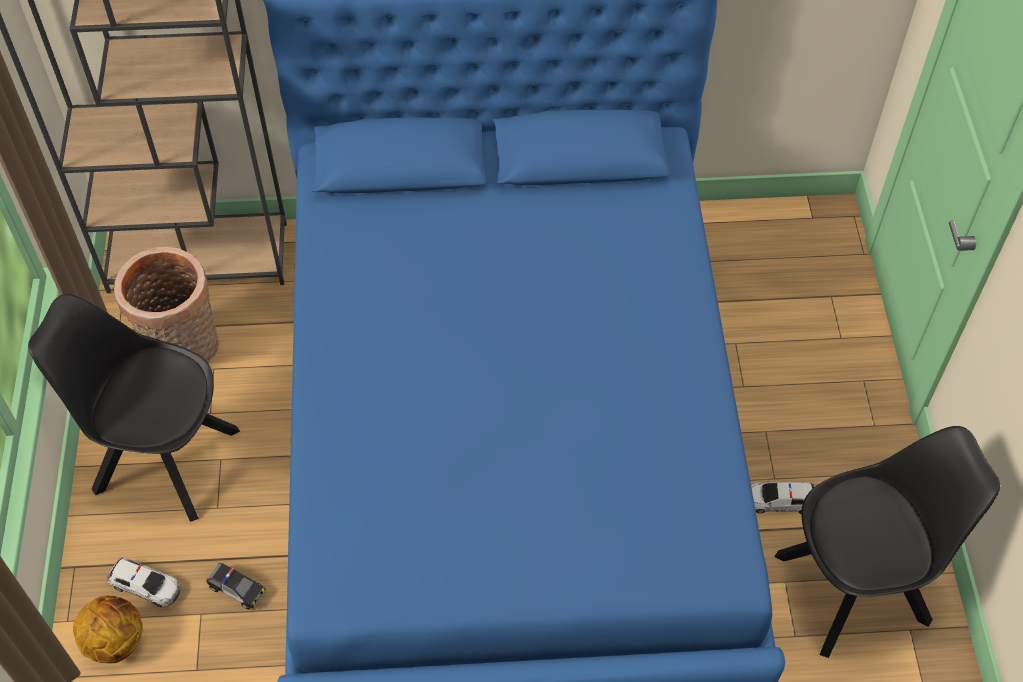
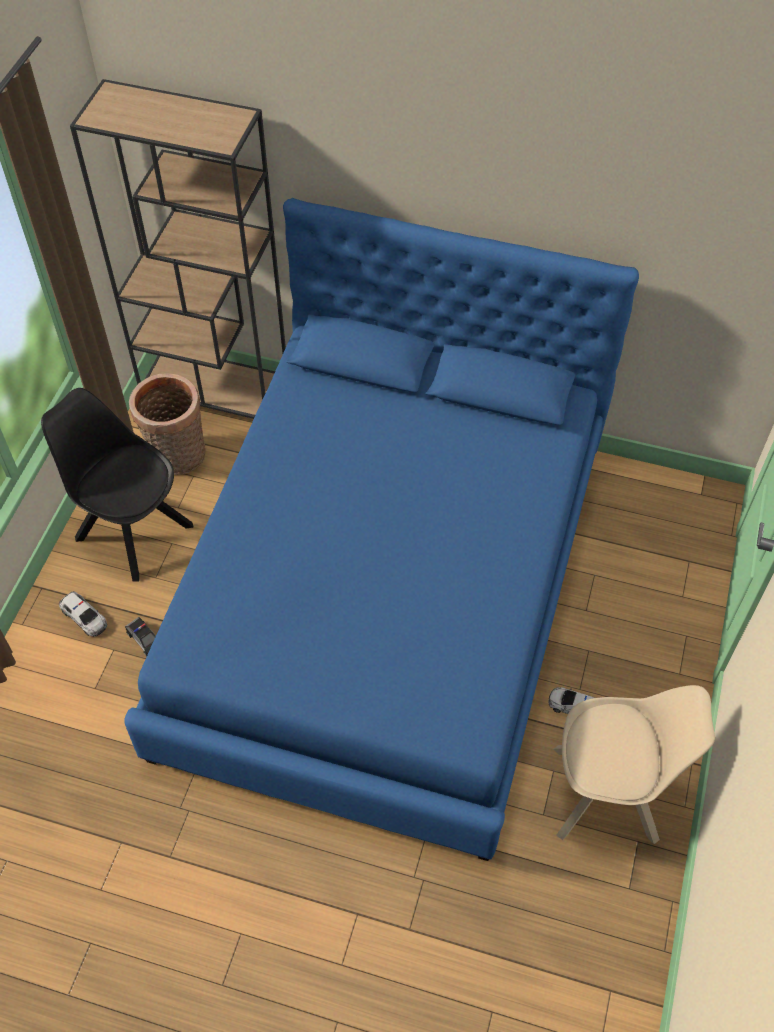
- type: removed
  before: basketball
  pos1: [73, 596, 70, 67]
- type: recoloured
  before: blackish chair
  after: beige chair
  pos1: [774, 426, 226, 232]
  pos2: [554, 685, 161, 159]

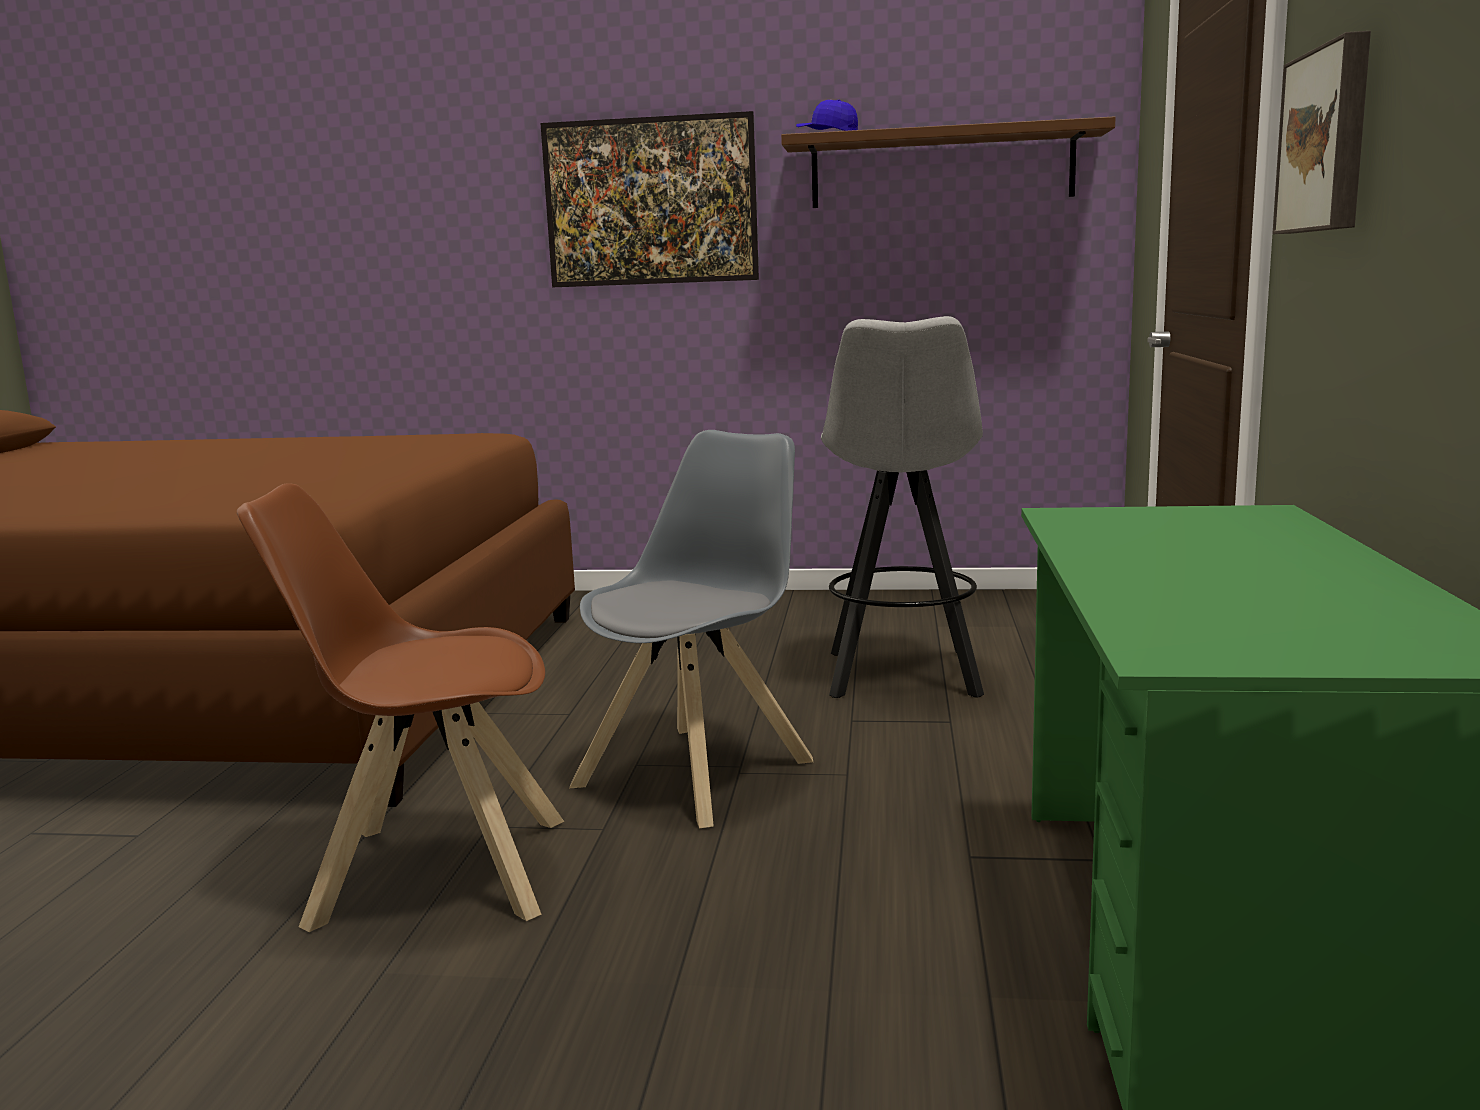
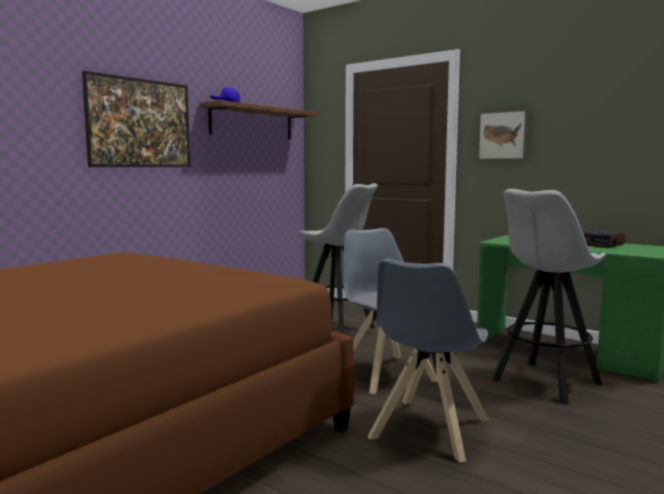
- type: recoloured
  before: brown-coloured chair
  after: grey chair
  pos1: [237, 483, 327, 449]
  pos2: [368, 258, 121, 205]
- type: added
  after: grey sitting stool
  pos2: [492, 189, 114, 215]
- type: added
  after: bedside clock
  pos2: [582, 230, 43, 18]

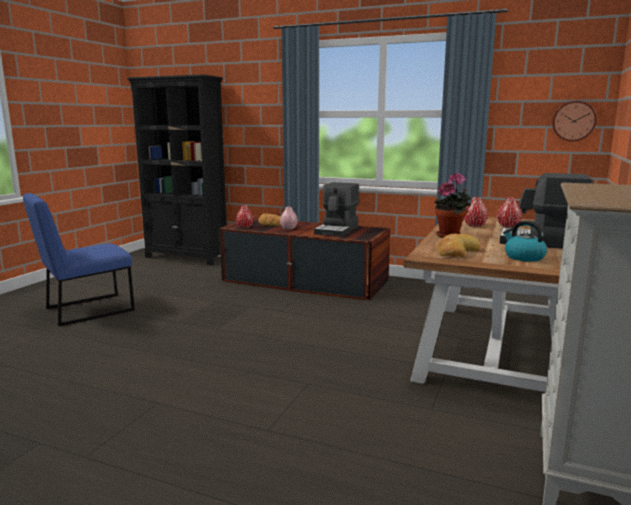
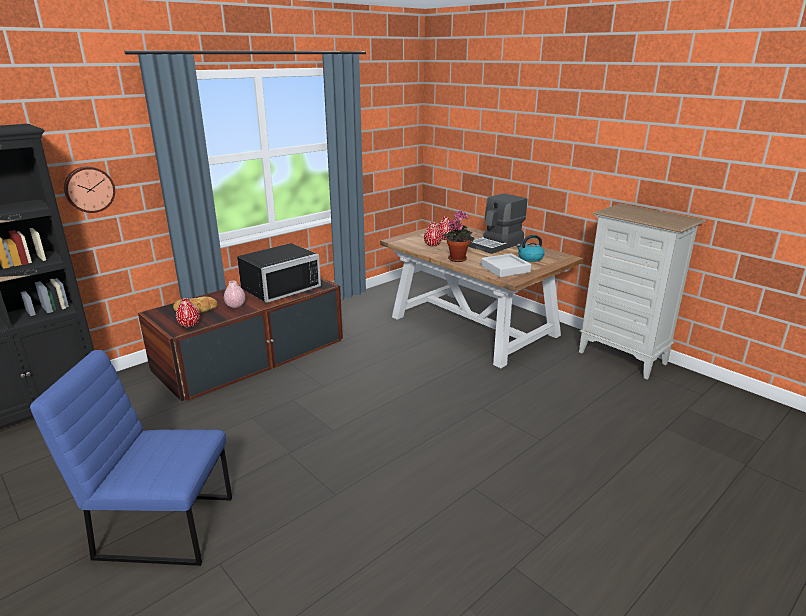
- type: turned
  before: blue chair
  pos1: [23, 193, 112, 133]
  pos2: [30, 350, 202, 216]
  turn: 105
- type: replaced
  before: coffee brewer
  after: blackish microwave oven
  pos1: [314, 182, 45, 55]
  pos2: [237, 243, 84, 60]
- type: replaced
  before: bread
  after: grey tray
  pos1: [437, 233, 43, 24]
  pos2: [481, 253, 50, 24]
- type: moved
  before: hanging clock
  pos1: [552, 101, 45, 41]
  pos2: [64, 166, 51, 47]

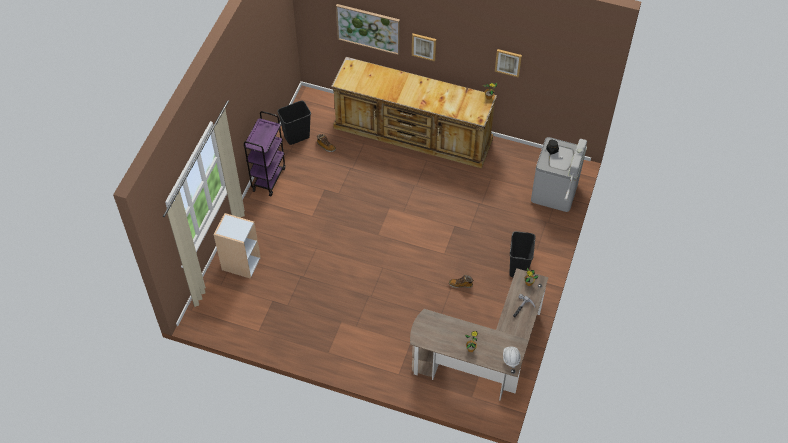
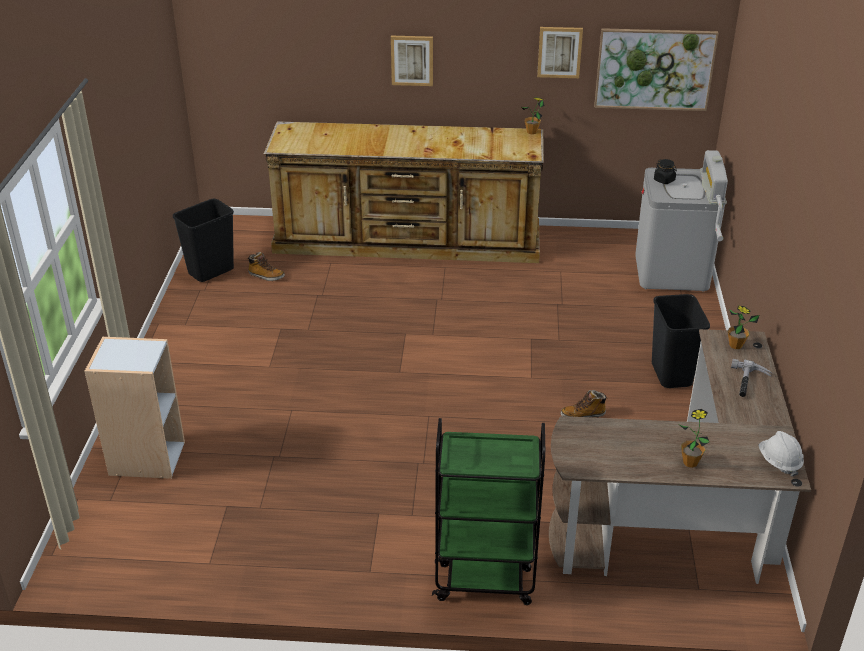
- type: removed
  before: purple wheeled cart
  pos1: [244, 111, 41, 86]
- type: moved
  before: wall art
  pos1: [336, 4, 64, 51]
  pos2: [594, 28, 125, 83]
- type: added
  after: green-coloured wheeled cart
  pos2: [432, 418, 113, 187]

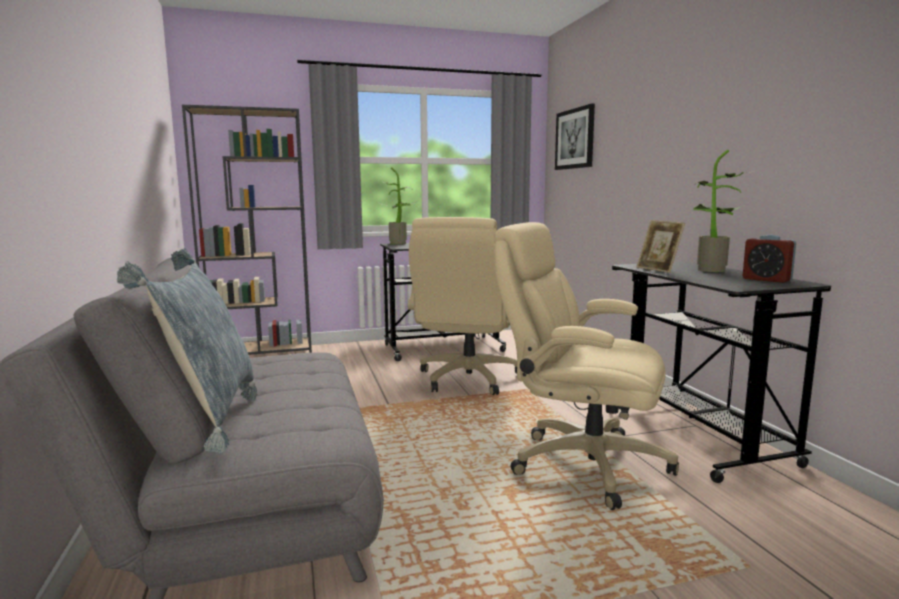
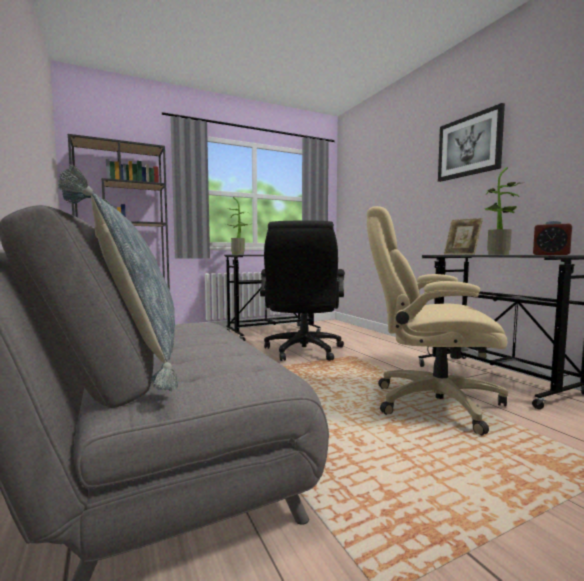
- type: recoloured
  before: beige desk chair
  after: blackish desk chair
  pos1: [408, 217, 109, 178]
  pos2: [260, 221, 85, 140]
- type: moved
  before: wall art
  pos1: [555, 104, 40, 66]
  pos2: [438, 103, 67, 79]

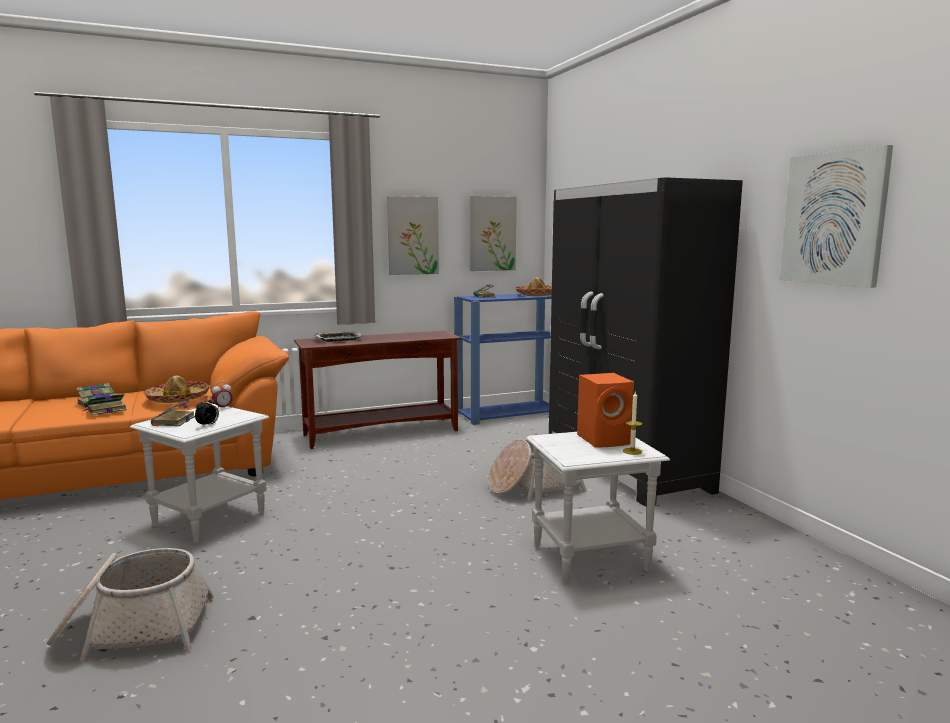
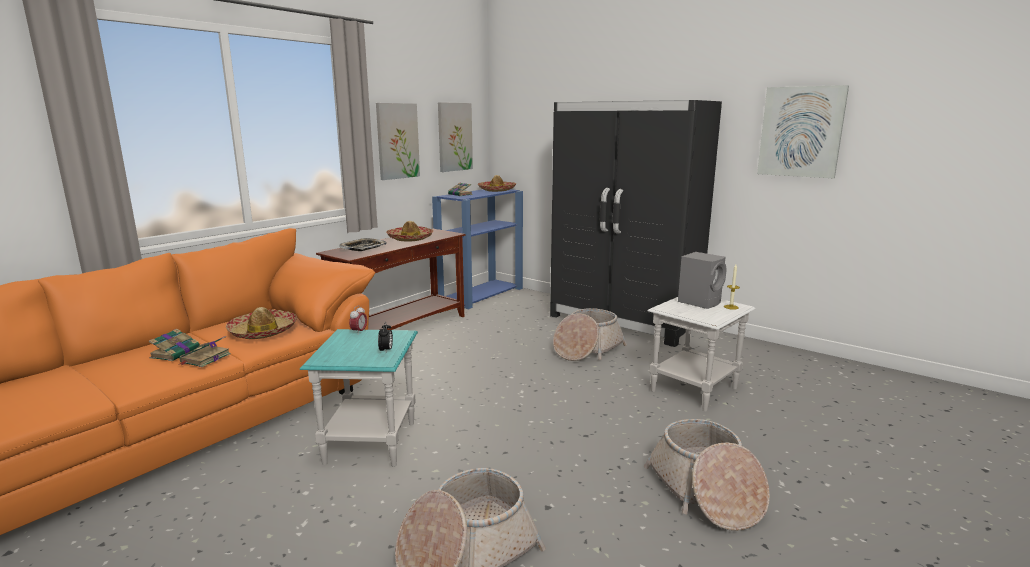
- type: recoloured
  before: white-coloured side table
  after: blue-green side table
  pos1: [130, 404, 139, 139]
  pos2: [300, 329, 118, 138]
- type: removed
  before: book
  pos1: [151, 399, 44, 27]
- type: recoloured
  before: orange speaker
  after: grey speaker
  pos1: [577, 373, 57, 75]
  pos2: [678, 252, 49, 57]
- type: added
  after: wearable hat
  pos2: [386, 221, 48, 20]
- type: added
  after: storage basket
  pos2: [644, 419, 126, 112]

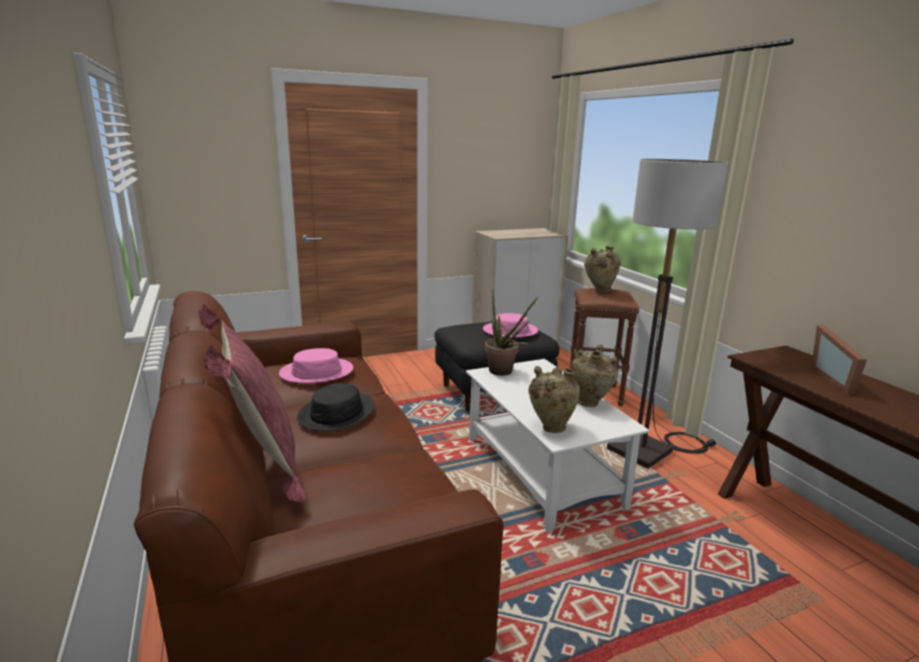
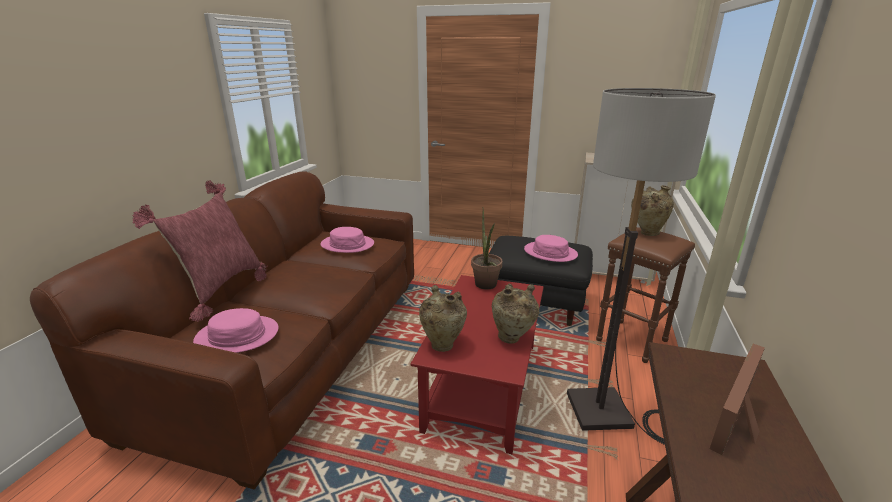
- type: removed
  before: blackish wearable hat
  pos1: [297, 383, 78, 49]
- type: recoloured
  before: white-coloured lounge table
  after: red lounge table
  pos1: [466, 359, 183, 173]
  pos2: [411, 275, 133, 179]
- type: added
  after: pink-coloured wearable hat
  pos2: [193, 308, 85, 45]

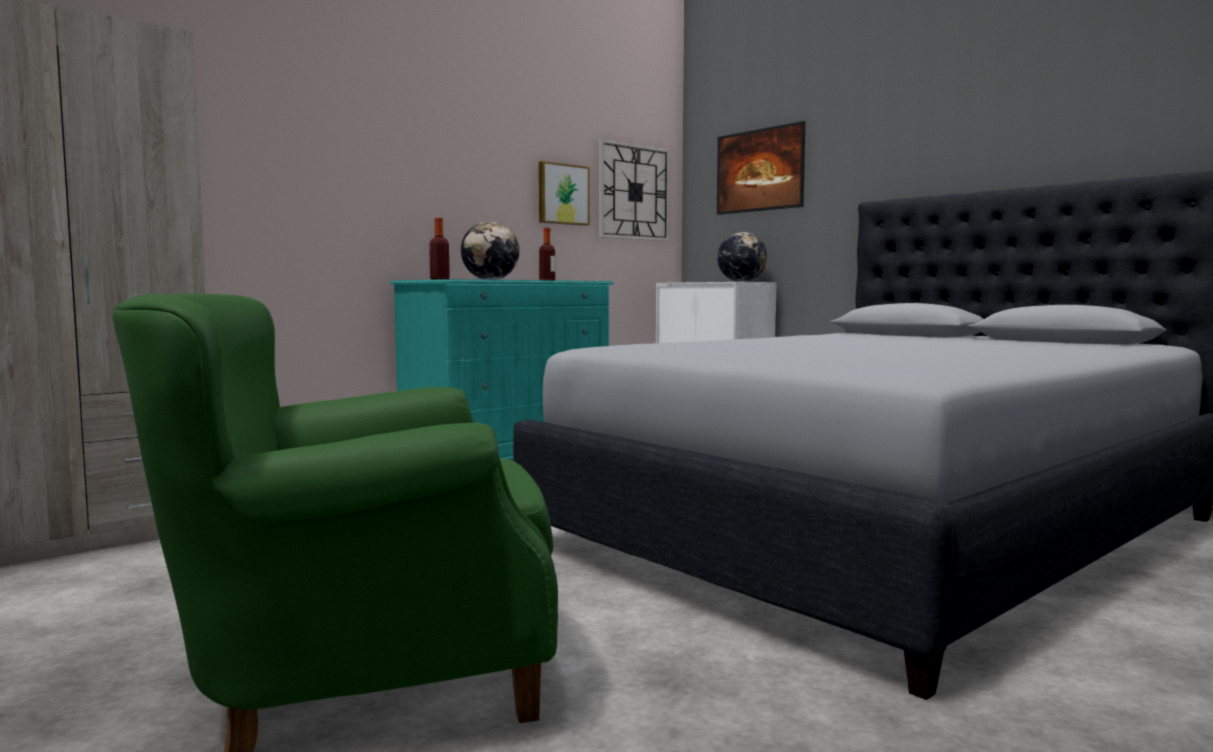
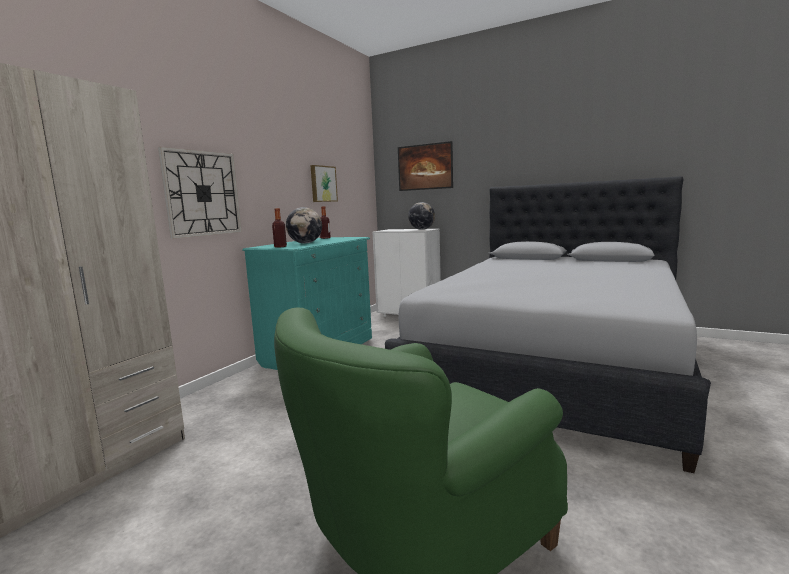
- type: moved
  before: hanging clock
  pos1: [599, 139, 71, 102]
  pos2: [158, 147, 84, 92]

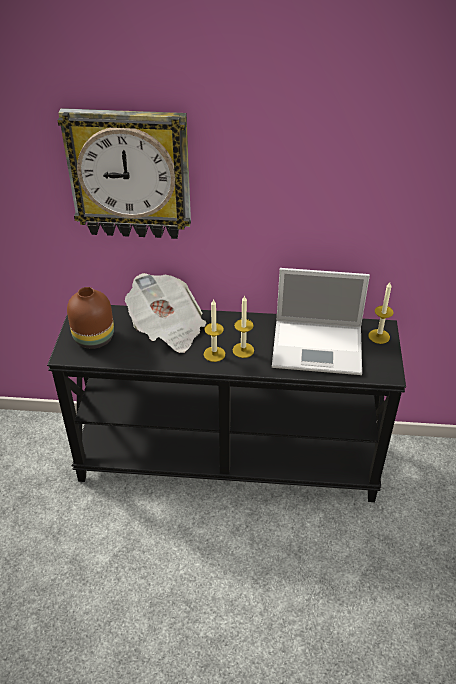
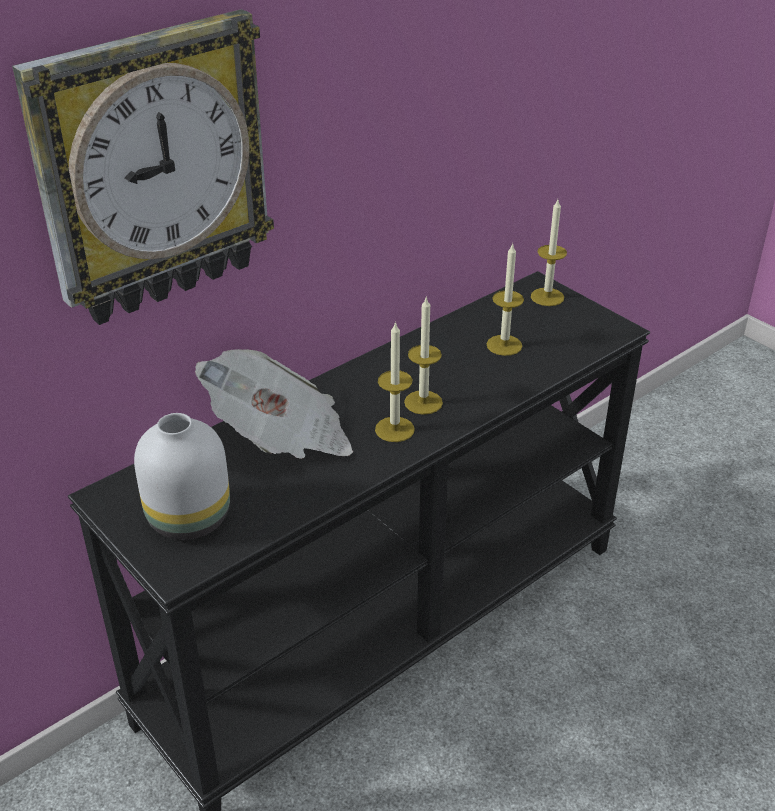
- type: recoloured
  before: brown-coloured decorative vase
  after: white-coloured decorative vase
  pos1: [67, 287, 47, 62]
  pos2: [134, 413, 96, 127]
- type: replaced
  before: portable computer
  after: candle
  pos1: [272, 268, 98, 107]
  pos2: [487, 243, 37, 113]

